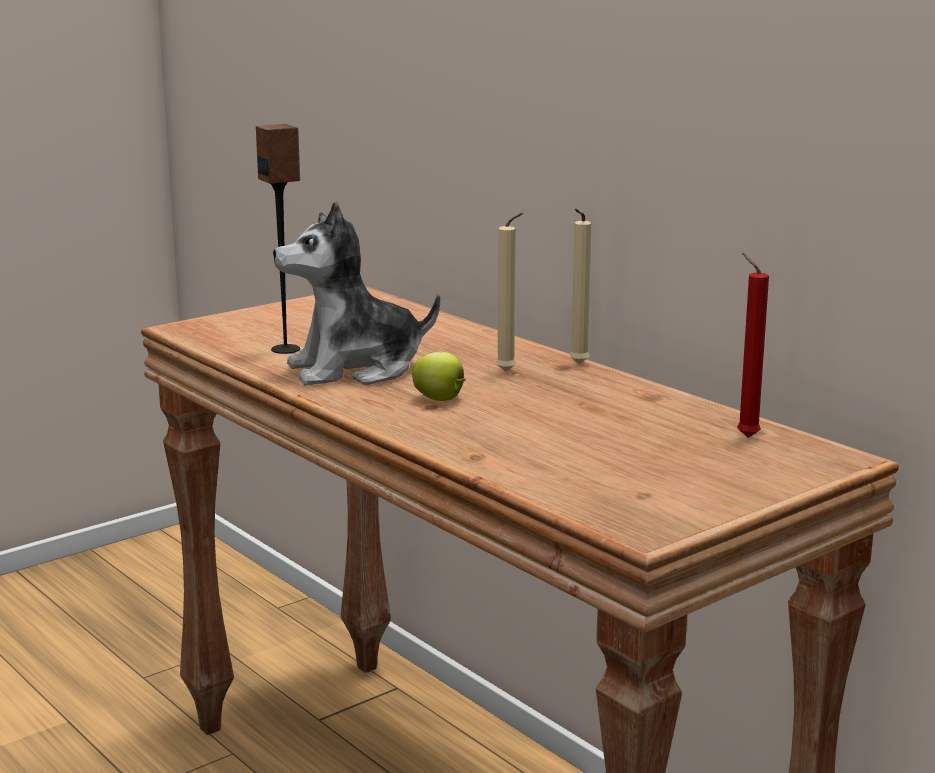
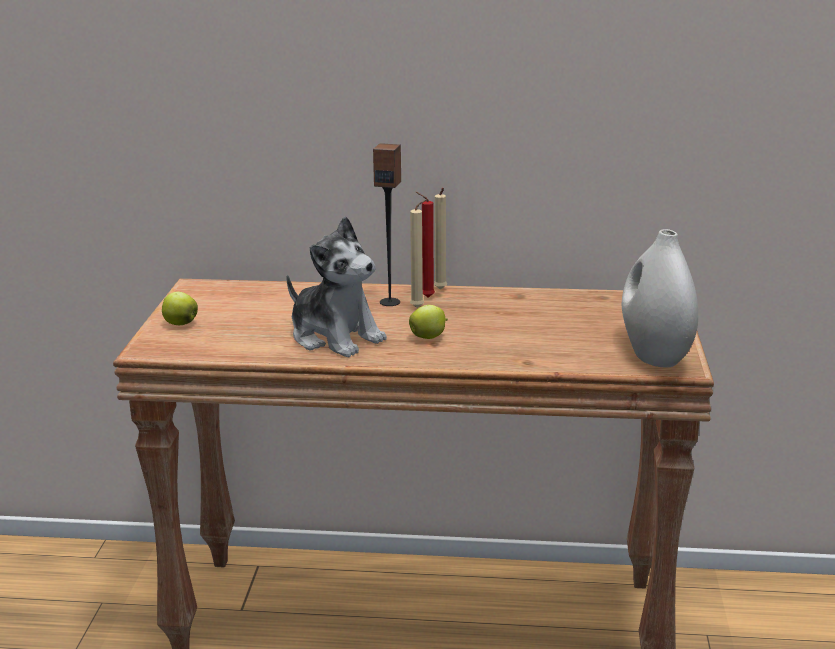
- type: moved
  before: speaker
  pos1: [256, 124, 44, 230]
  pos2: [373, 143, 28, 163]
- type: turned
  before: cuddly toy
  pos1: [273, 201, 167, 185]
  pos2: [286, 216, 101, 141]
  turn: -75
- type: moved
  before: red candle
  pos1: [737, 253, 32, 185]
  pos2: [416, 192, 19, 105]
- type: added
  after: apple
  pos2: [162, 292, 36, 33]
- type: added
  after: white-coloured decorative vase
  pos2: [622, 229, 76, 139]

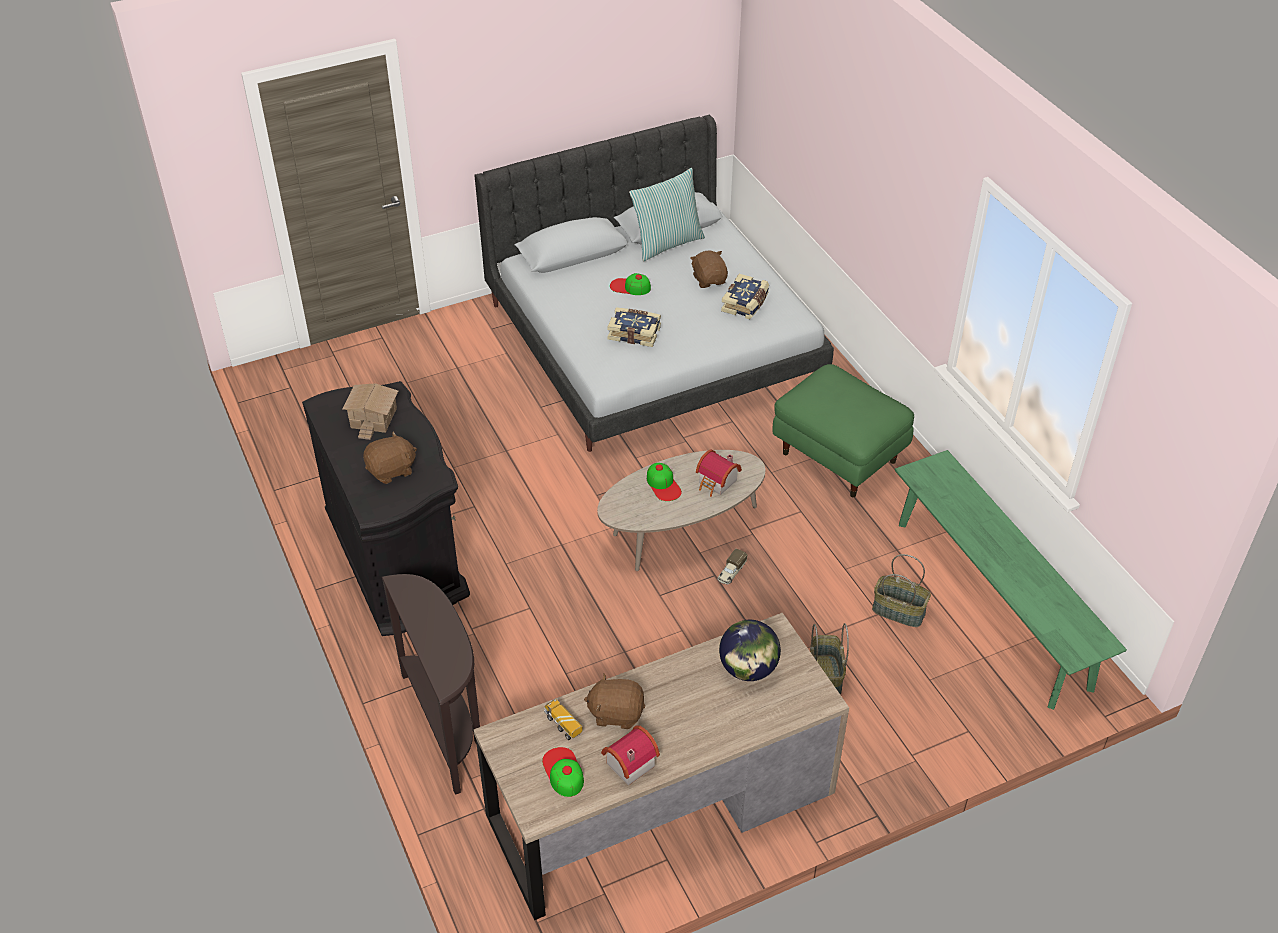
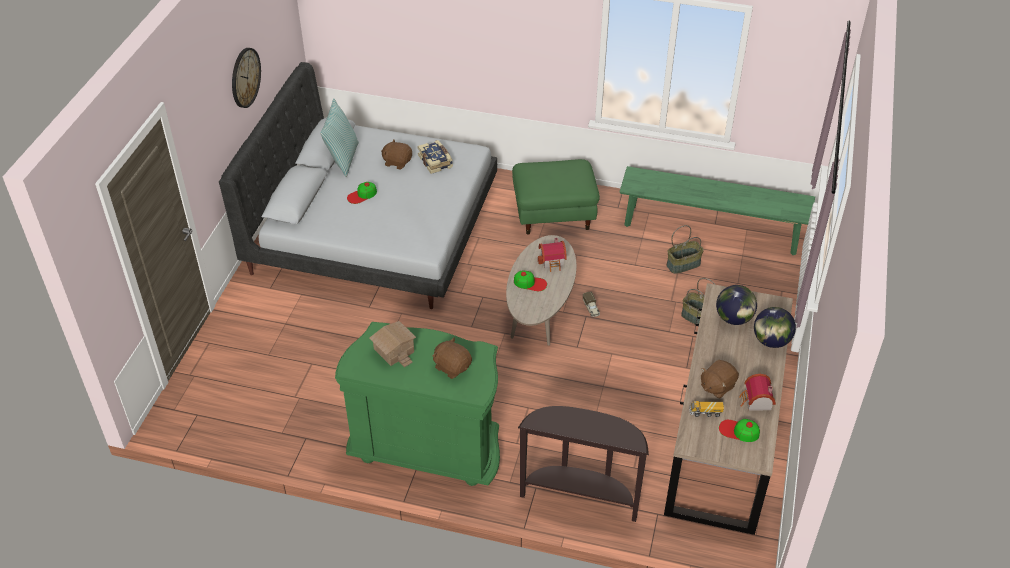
- type: recoloured
  before: blackish chest of drawers
  after: green-coloured chest of drawers
  pos1: [302, 381, 168, 255]
  pos2: [335, 322, 165, 164]
- type: turned
  before: brown-coloured cuddly toy
  pos1: [363, 431, 54, 53]
  pos2: [432, 337, 40, 42]
  turn: -60
- type: removed
  before: book
  pos1: [607, 307, 54, 40]
- type: added
  after: hanging clock
  pos2: [232, 48, 29, 60]
- type: added
  after: desk globe
  pos2: [754, 307, 42, 41]

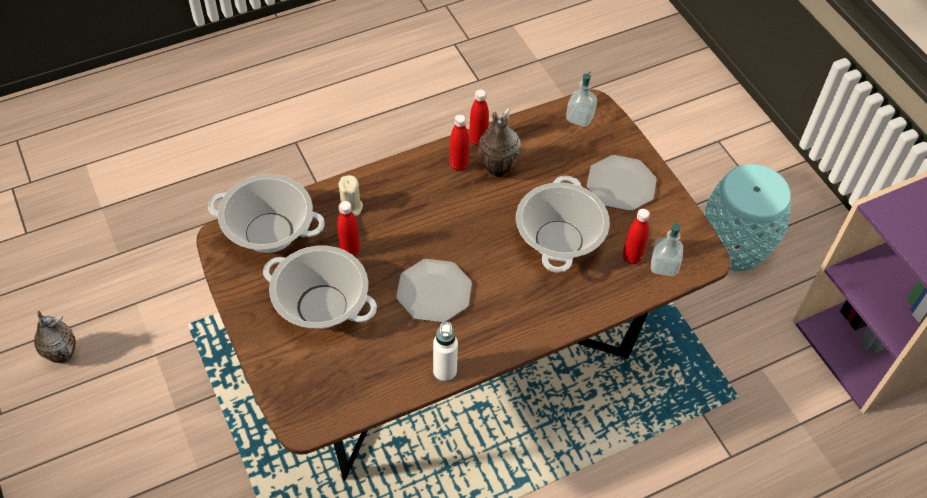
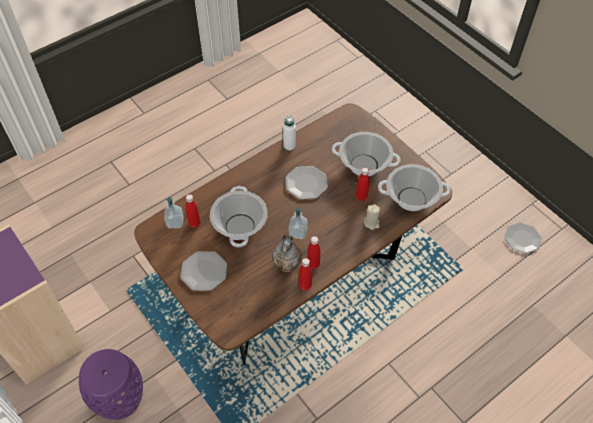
- type: replaced
  before: decorative vase
  after: dinner plate
  pos1: [34, 310, 41, 54]
  pos2: [504, 222, 38, 32]
- type: moved
  before: soap bottle
  pos1: [566, 72, 31, 55]
  pos2: [289, 207, 19, 32]
- type: recoloured
  before: blue-green sitting stool
  after: purple sitting stool
  pos1: [704, 164, 87, 107]
  pos2: [79, 349, 64, 71]

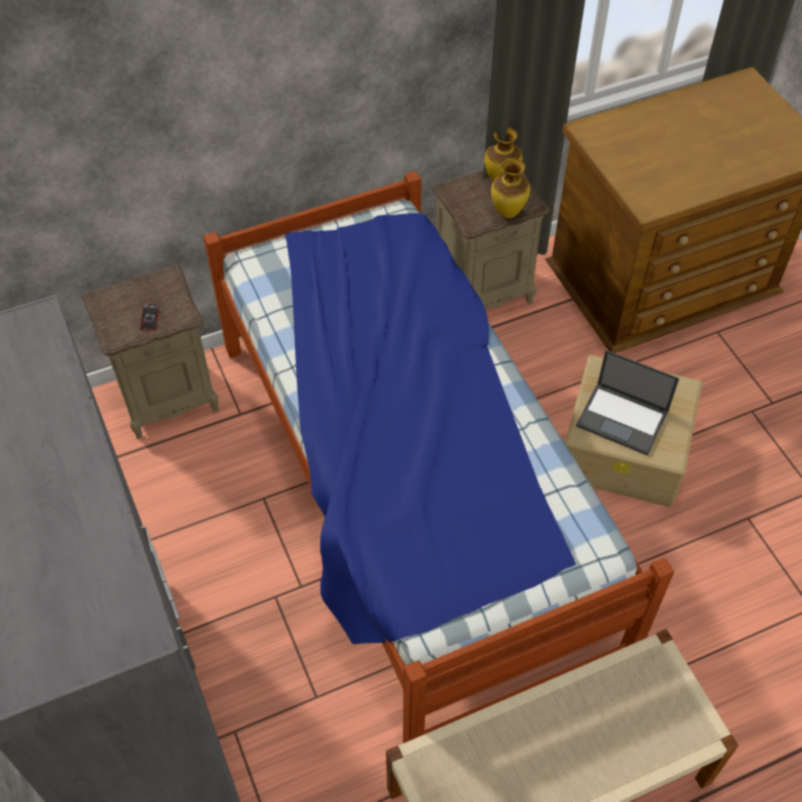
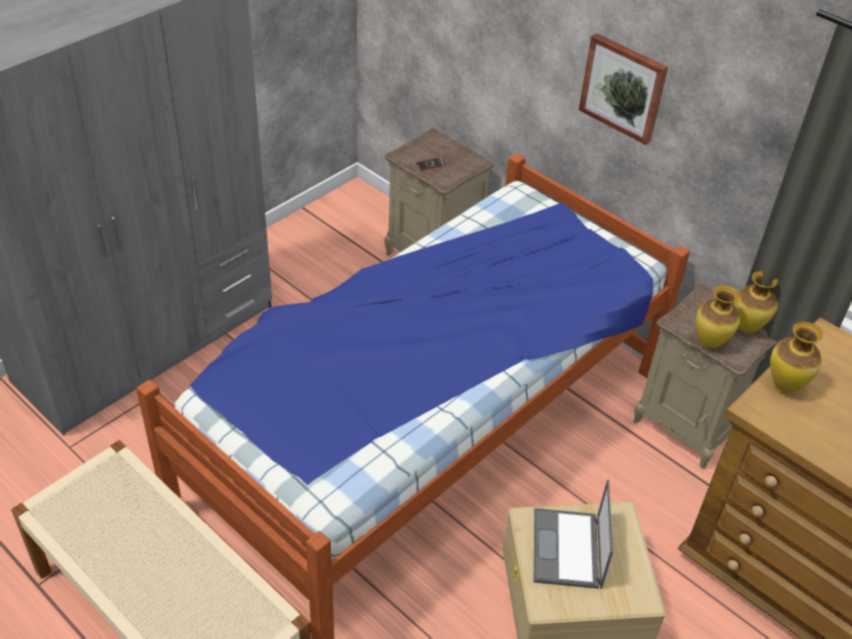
- type: added
  after: wall art
  pos2: [579, 33, 89, 112]
- type: added
  after: decorative vase
  pos2: [770, 321, 53, 72]

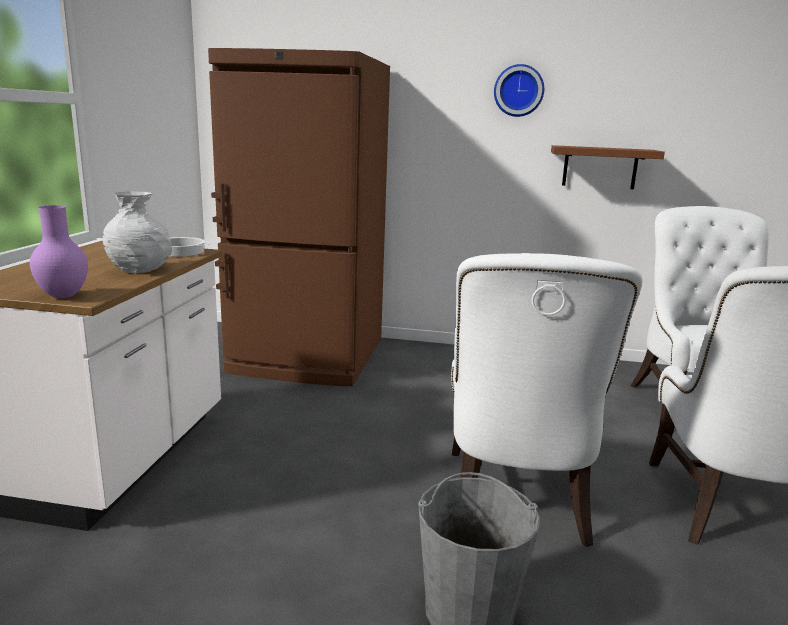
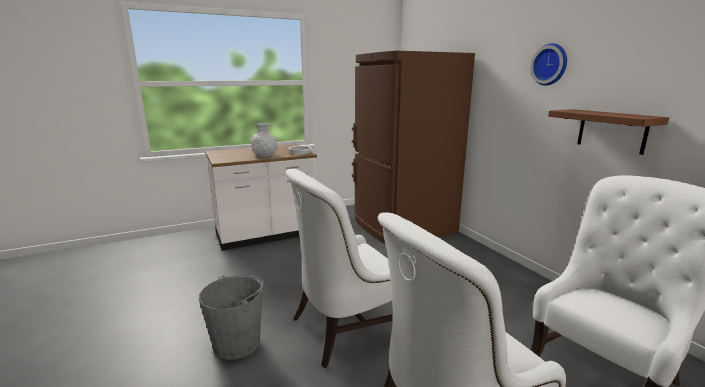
- type: removed
  before: purple decorative vase
  pos1: [30, 205, 58, 93]

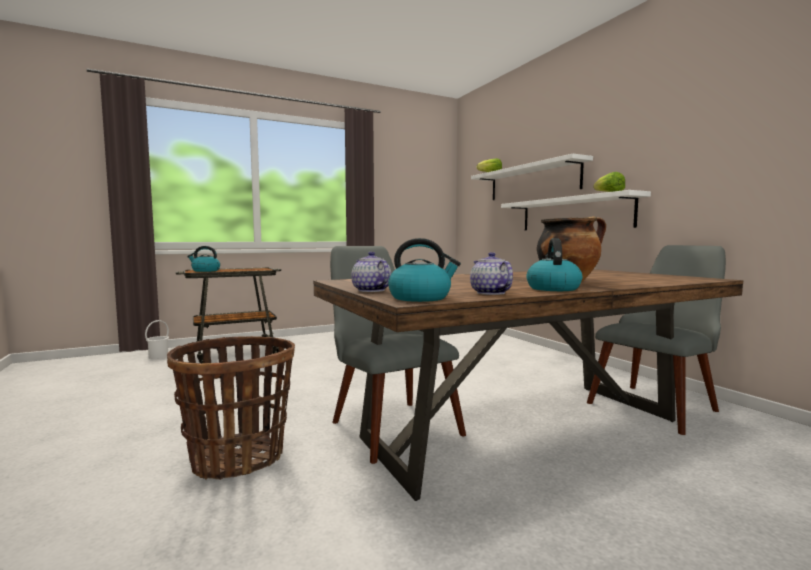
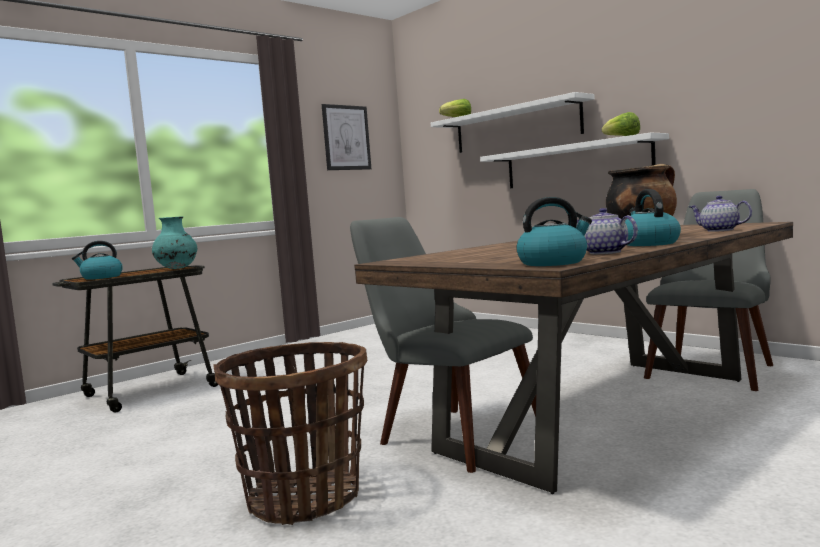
- type: removed
  before: white-coloured bucket
  pos1: [145, 320, 24, 39]
- type: moved
  before: pot for tea
  pos1: [351, 252, 40, 40]
  pos2: [689, 196, 63, 36]
- type: added
  after: blue-green decorative vase
  pos2: [152, 216, 45, 53]
- type: added
  after: wall art
  pos2: [322, 104, 49, 66]

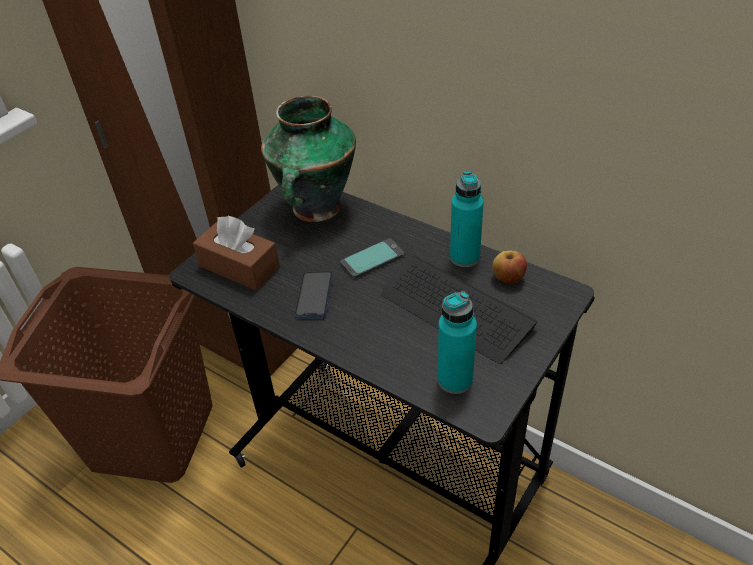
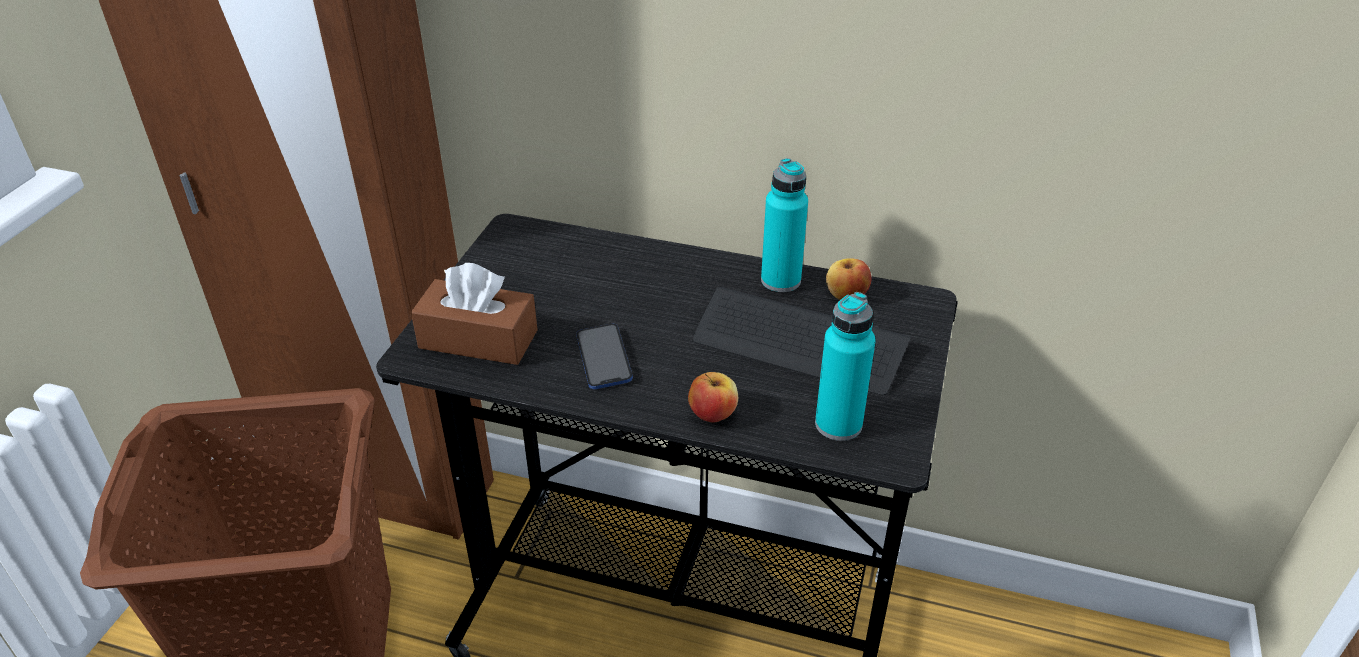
- type: removed
  before: decorative vase
  pos1: [261, 96, 95, 126]
- type: removed
  before: phone
  pos1: [340, 239, 65, 40]
- type: added
  after: apple
  pos2: [688, 372, 50, 51]

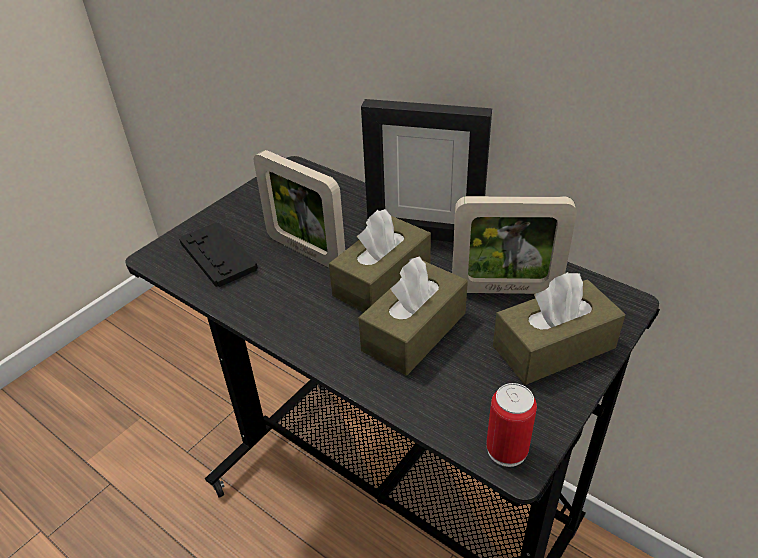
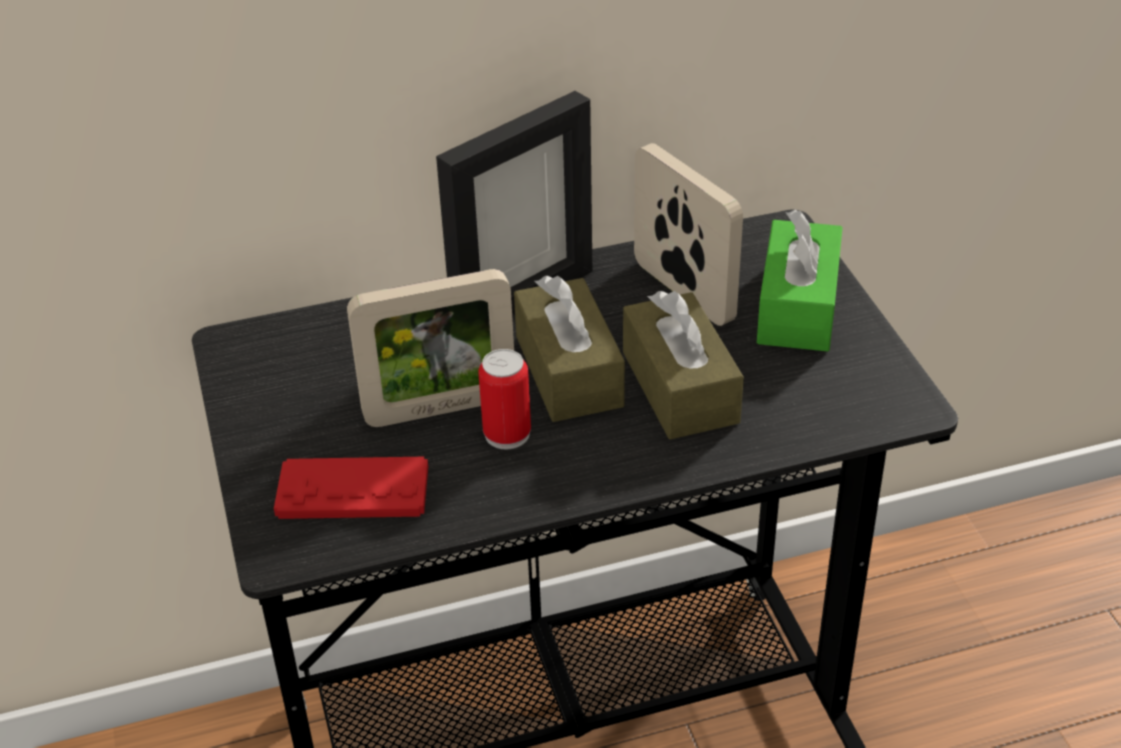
- type: recoloured
  before: blackish game controller
  after: red game controller
  pos1: [179, 223, 79, 64]
  pos2: [274, 457, 154, 62]
- type: turned
  before: picture frame
  pos1: [452, 196, 125, 98]
  pos2: [634, 143, 109, 183]
  turn: -75
- type: moved
  before: metal can
  pos1: [486, 383, 51, 84]
  pos2: [479, 349, 52, 100]
- type: recoloured
  before: brown-coloured tissue box
  after: green-coloured tissue box
  pos1: [493, 272, 132, 113]
  pos2: [757, 210, 86, 142]

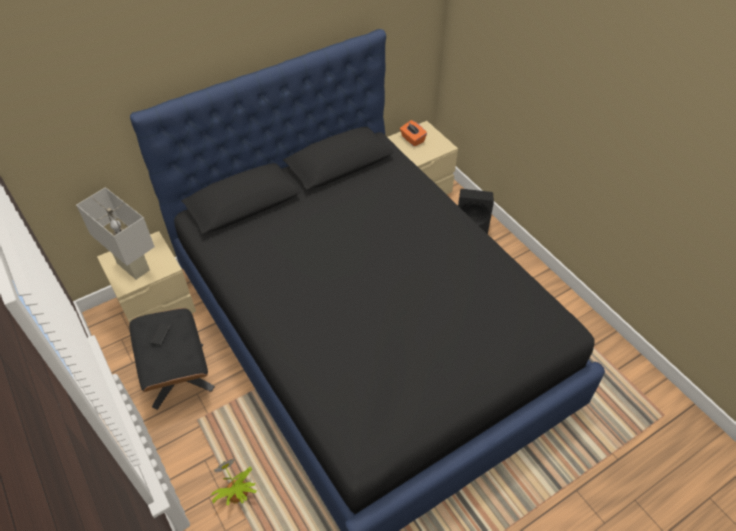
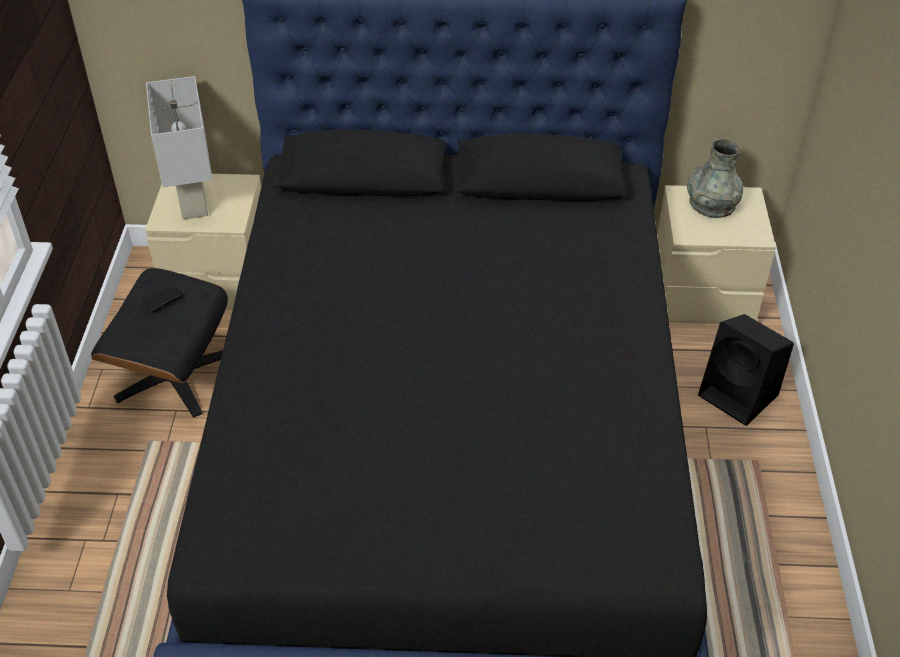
- type: removed
  before: houseplant
  pos1: [211, 458, 46, 47]
- type: replaced
  before: orange tissue box
  after: grey decorative vase
  pos1: [400, 120, 27, 26]
  pos2: [687, 139, 56, 79]

